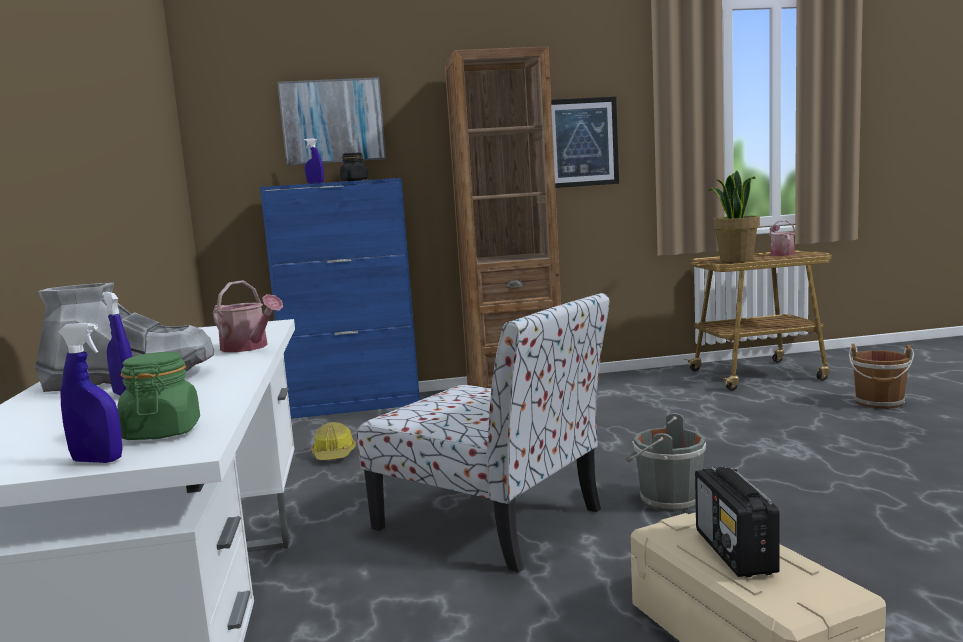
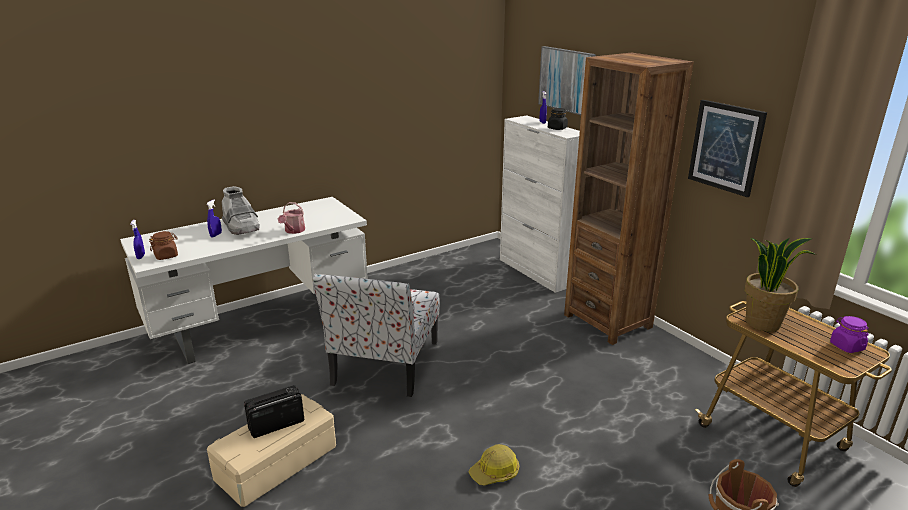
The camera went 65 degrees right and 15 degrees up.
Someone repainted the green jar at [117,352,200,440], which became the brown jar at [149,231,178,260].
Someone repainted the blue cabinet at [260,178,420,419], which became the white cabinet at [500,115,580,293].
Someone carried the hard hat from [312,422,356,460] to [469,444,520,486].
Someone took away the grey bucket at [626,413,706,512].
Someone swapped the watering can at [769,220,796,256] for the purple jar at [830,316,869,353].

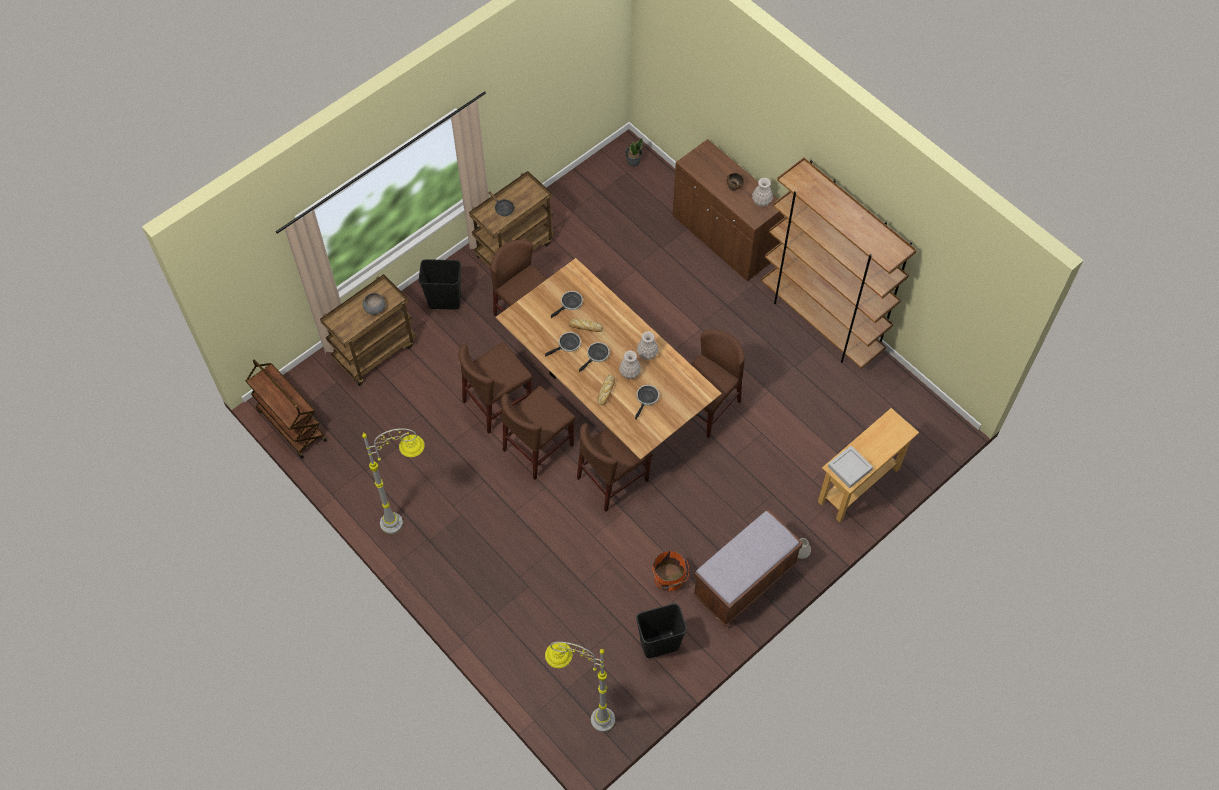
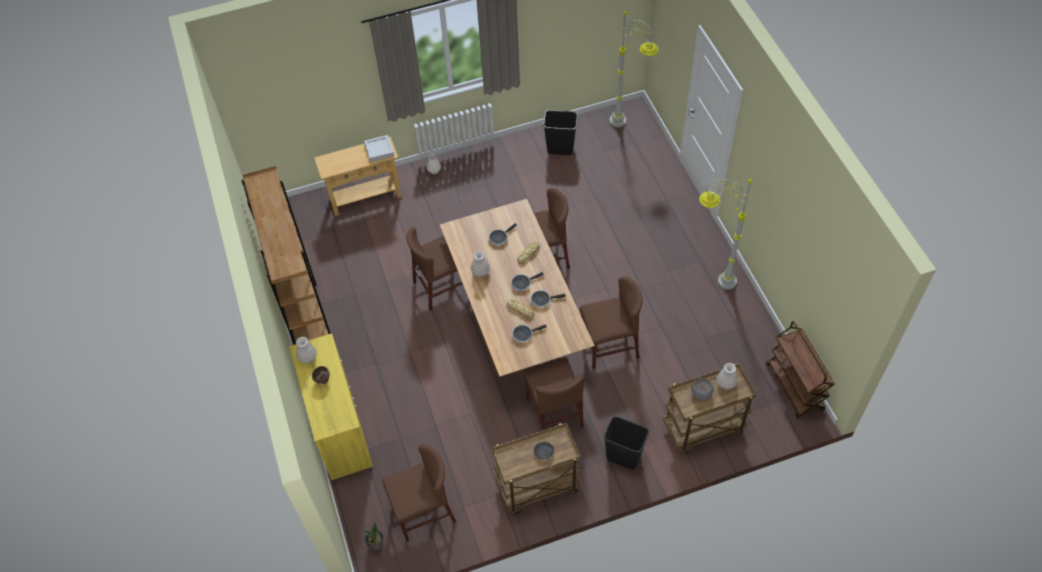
The camera went 155 degrees left and 5 degrees down.
Someone carried the brown chair from [501,386,575,480] to [382,444,456,541].
Someone carried the white vase from [619,350,641,379] to [717,363,737,390].
Someone took away the orange bucket at [652,551,689,592].
Someone repainted the brown cabinet at [672,139,785,281], which became the yellow cabinet at [289,333,373,480].
Someone took away the brown bench at [692,510,803,627].

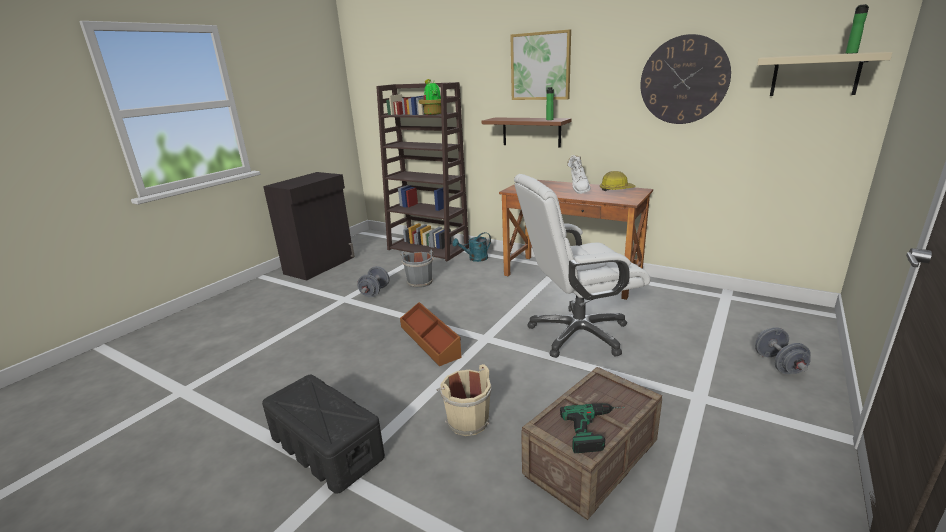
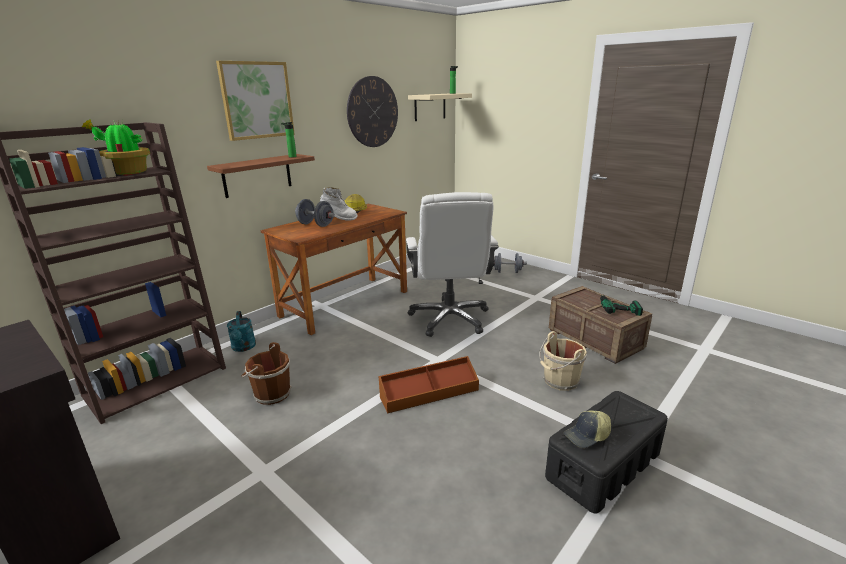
The camera went 80 degrees left and 0 degrees up.
Someone carried the grey dumbbell from [357,266,389,298] to [295,199,335,227].
Someone repainted the grey bucket at [401,249,434,288], which became the brown bucket at [242,342,292,405].
Someone put down the cap at [564,410,611,448].

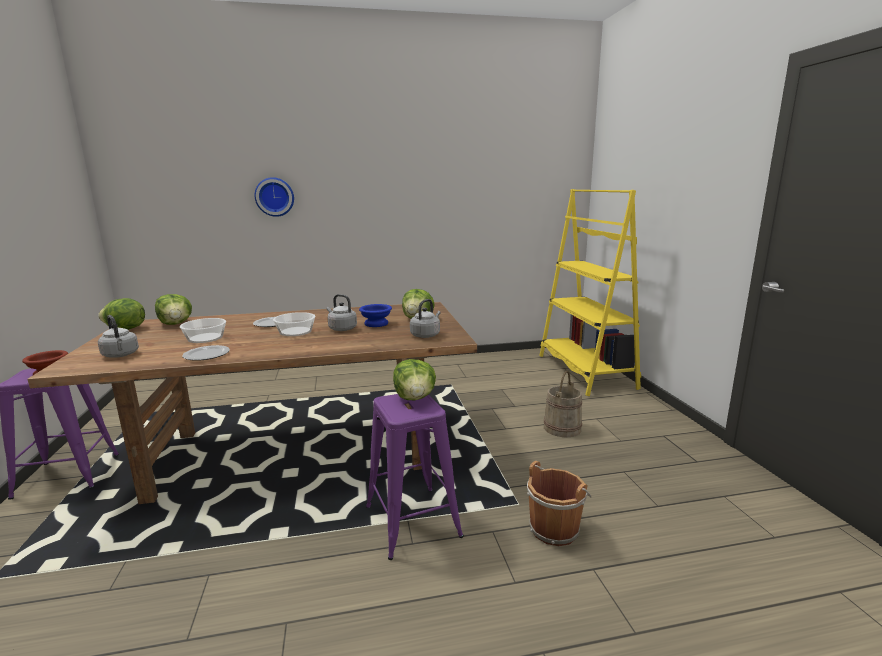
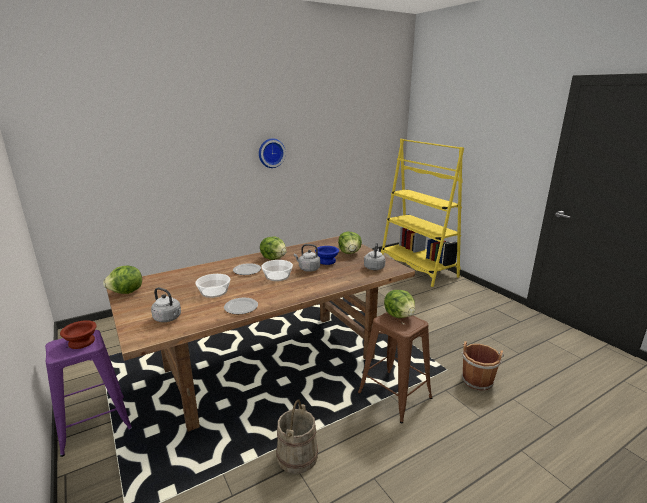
The camera went 20 degrees left and 5 degrees up.
Someone carried the lettuce from [155,294,192,325] to [260,236,286,260].
Someone carried the wall clock from [255,177,294,217] to [259,138,286,168].
Someone repainted the purple stool at [366,394,464,560], which became the brown stool at [358,312,432,423].
Someone carried the beige bucket from [544,371,582,438] to [277,399,318,474].

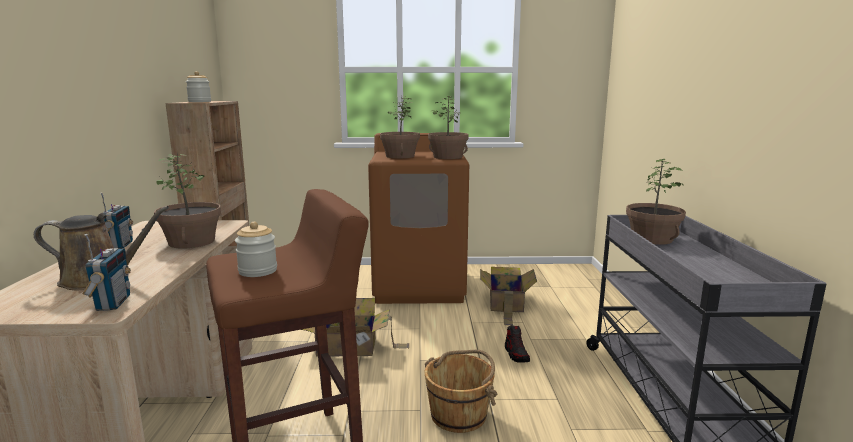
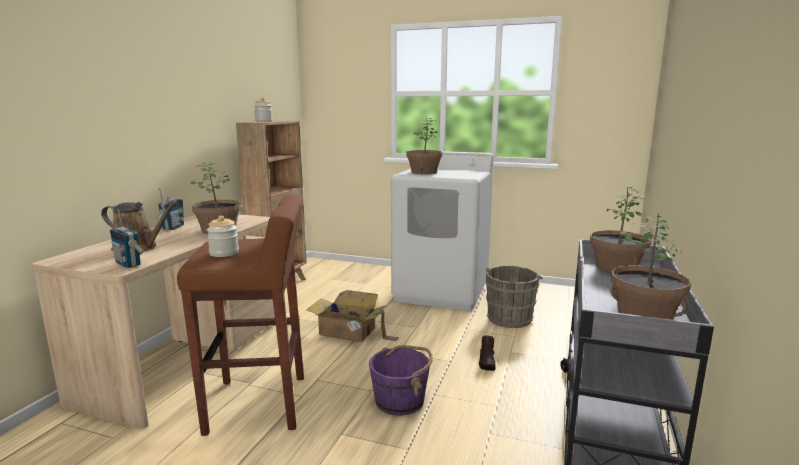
The camera went 20 degrees right and 0 degrees up.
Someone rotated the radio at [83,234,131,311] by 120 degrees clockwise.
Someone repainted the brown washing machine at [368,133,469,304], which became the white washing machine at [391,151,494,311].
Someone repainted the brown bucket at [425,350,498,433], which became the purple bucket at [369,345,433,416].
Someone carried the potted plant from [428,95,469,159] to [610,214,691,320].
Someone swapped the cardboard box at [480,267,537,325] for the grey bucket at [485,266,543,328].

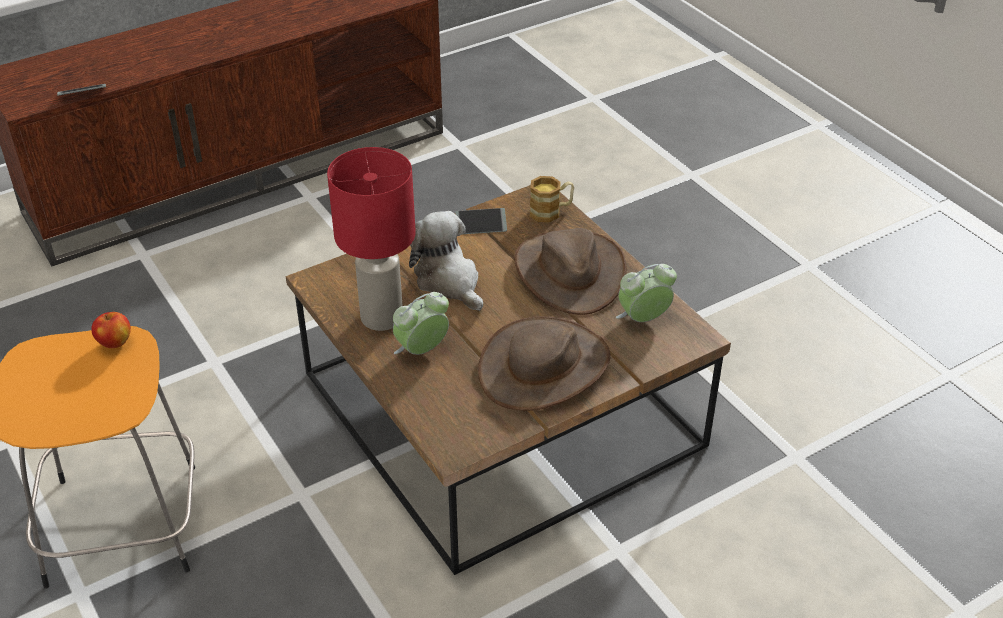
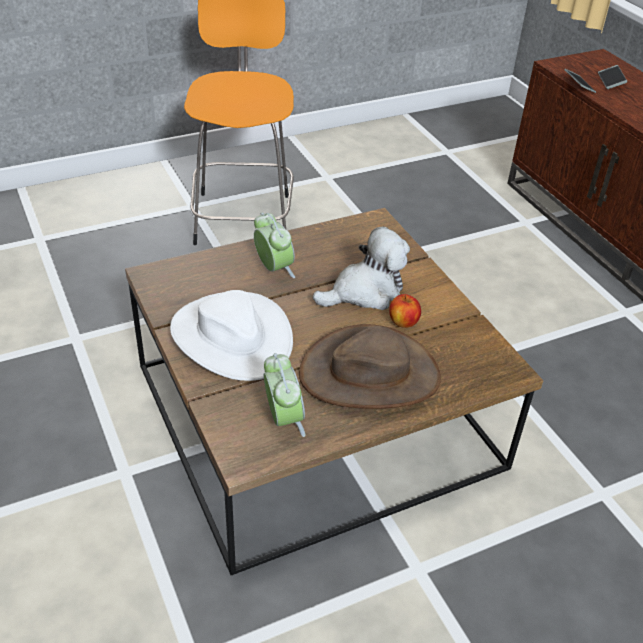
The camera went 95 degrees right and 0 degrees up.
Someone carried the apple from [91,312,131,348] to [389,294,421,328].
Someone took away the red table lamp at [327,147,416,331].
Someone carried the phone from [455,208,507,234] to [598,65,627,89].
Someone repainted the brown hat at [478,316,611,411], which became the white hat at [170,290,293,381].
Someone took away the mug at [530,176,574,223].

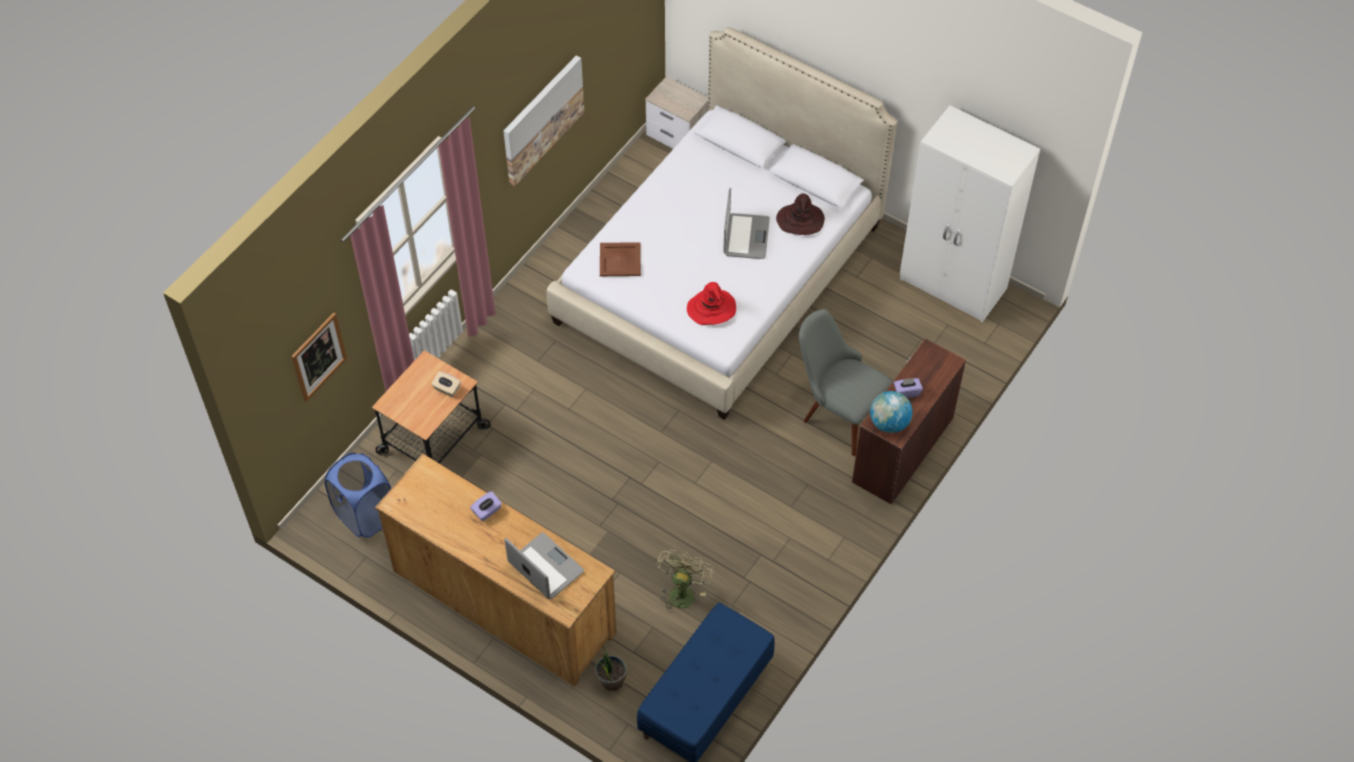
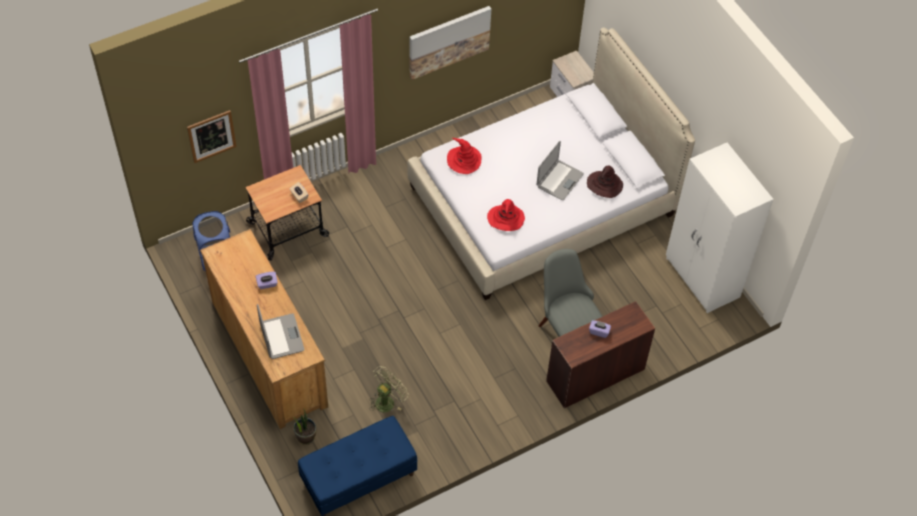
The camera went 25 degrees right and 0 degrees up.
Someone swapped the brown tray at [600,242,641,276] for the red hat at [447,138,482,174].
Someone took away the globe at [870,391,913,433].

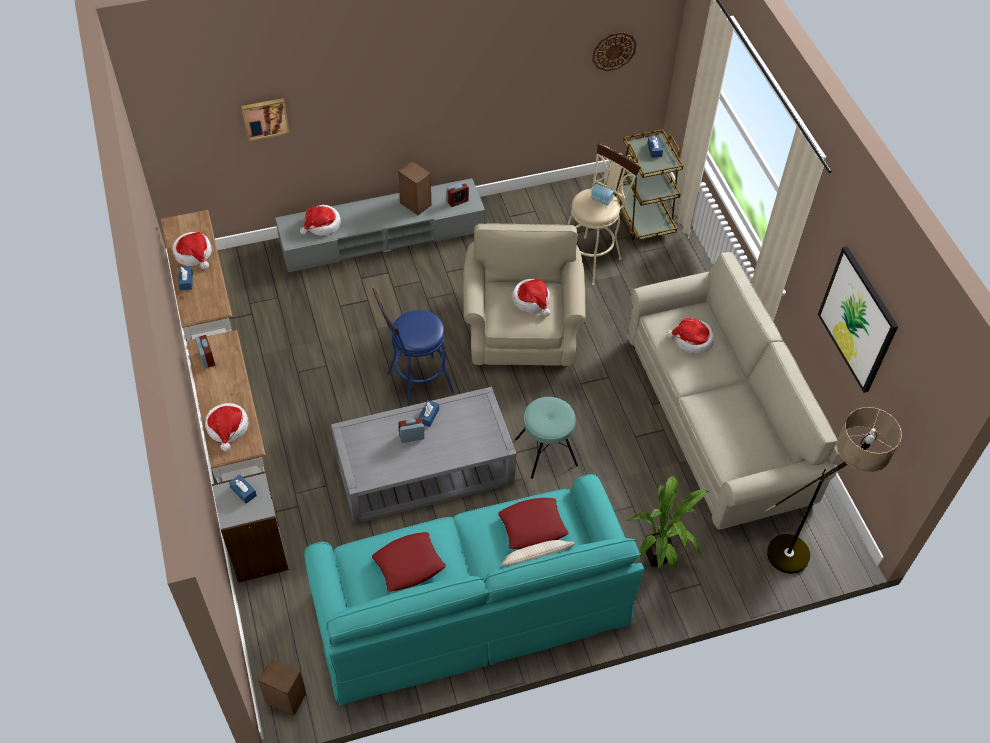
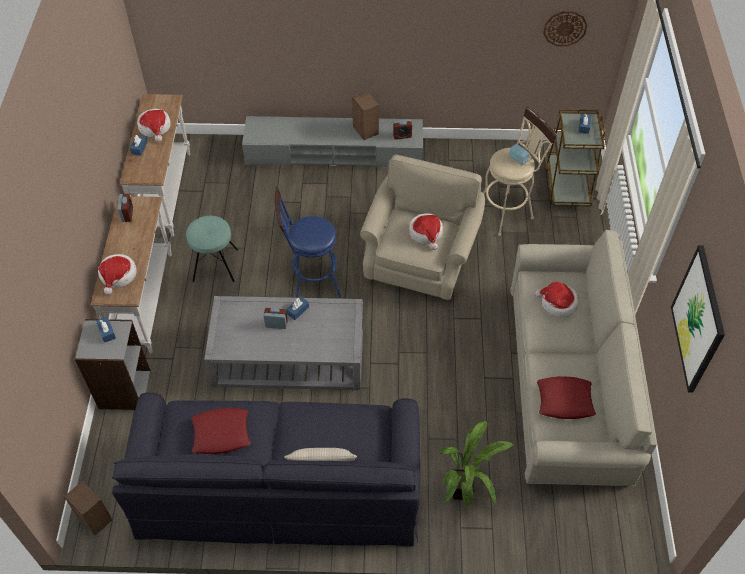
The camera went 20 degrees right and 0 degrees up.
Someone took away the picture at [241,98,290,141].
Someone took away the hat at [300,205,341,236].
Someone repainted the turquoise sofa at [304,474,645,706], which became the black sofa at [112,392,420,547].
Someone carried the red pillow from [498,498,569,549] to [537,376,596,419].
Someone carried the turquoise stool from [515,397,578,479] to [186,216,238,282].
Someone took away the floor lamp at [765,407,902,574].

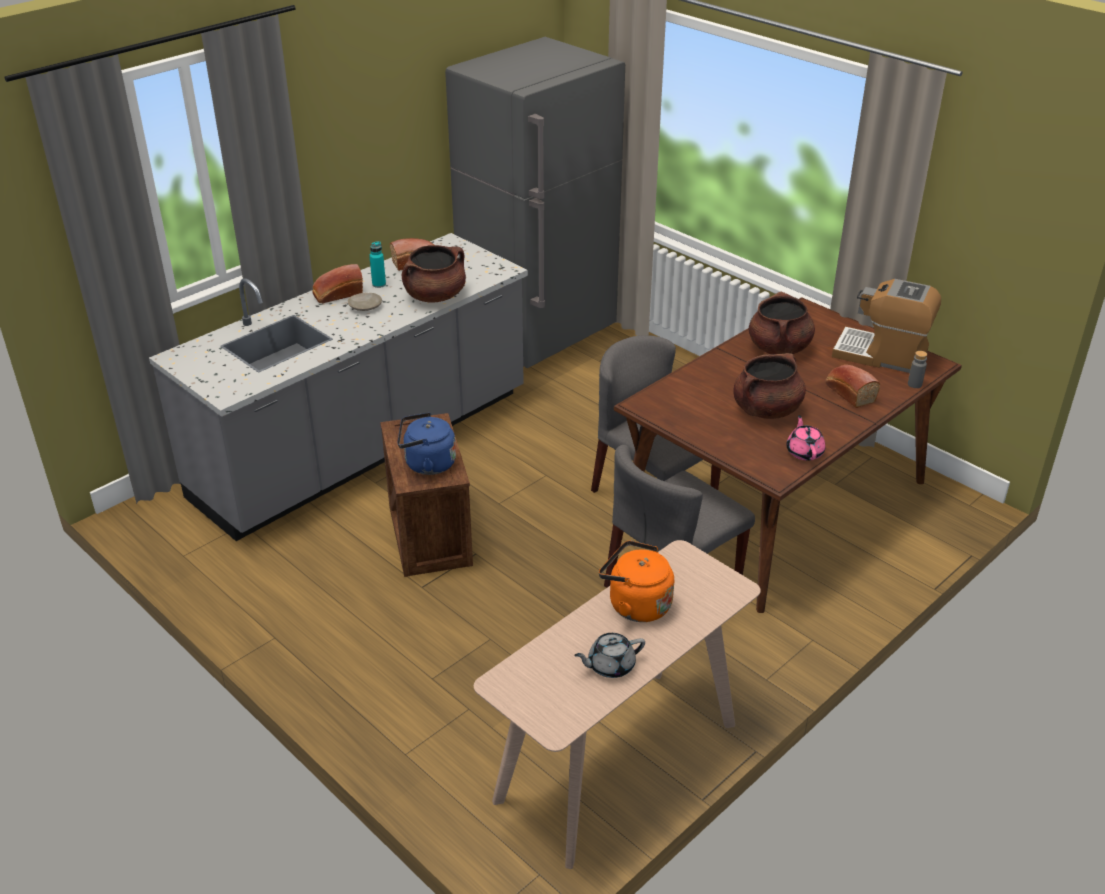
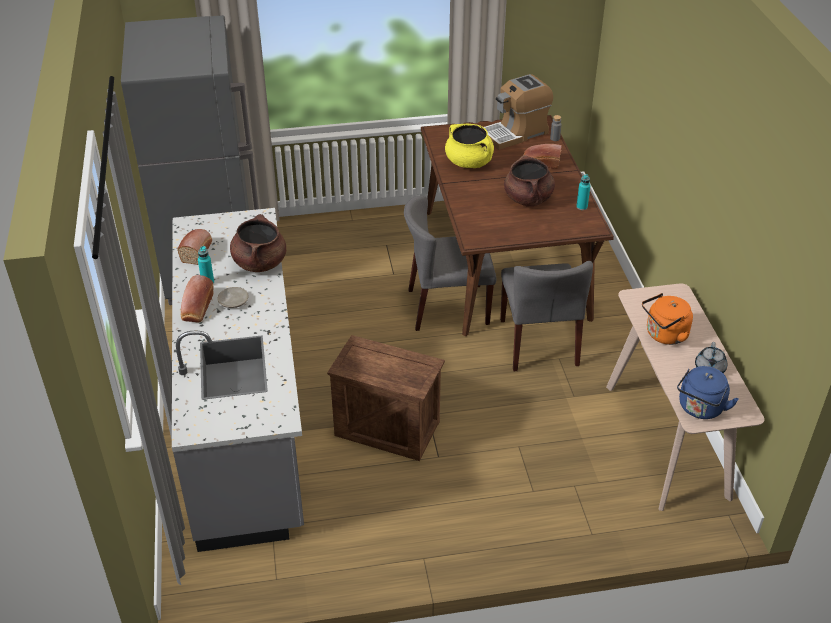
The camera went 55 degrees left and 5 degrees up.
Someone carried the blue kettle from [398,412,456,475] to [677,366,739,419].
Someone repainted the brown cooking pot at [749,292,815,355], which became the yellow cooking pot at [445,124,494,168].
Someone swapped the pink teapot at [786,415,826,461] for the turquoise bottle at [576,174,591,210].

